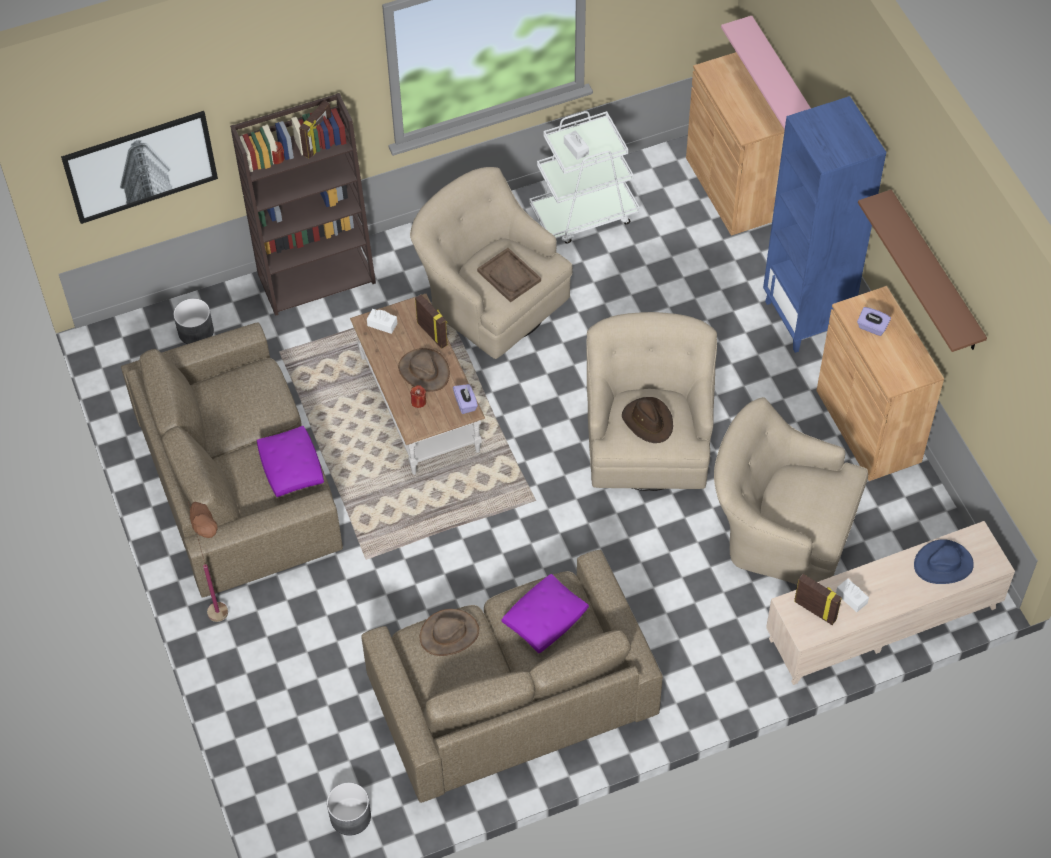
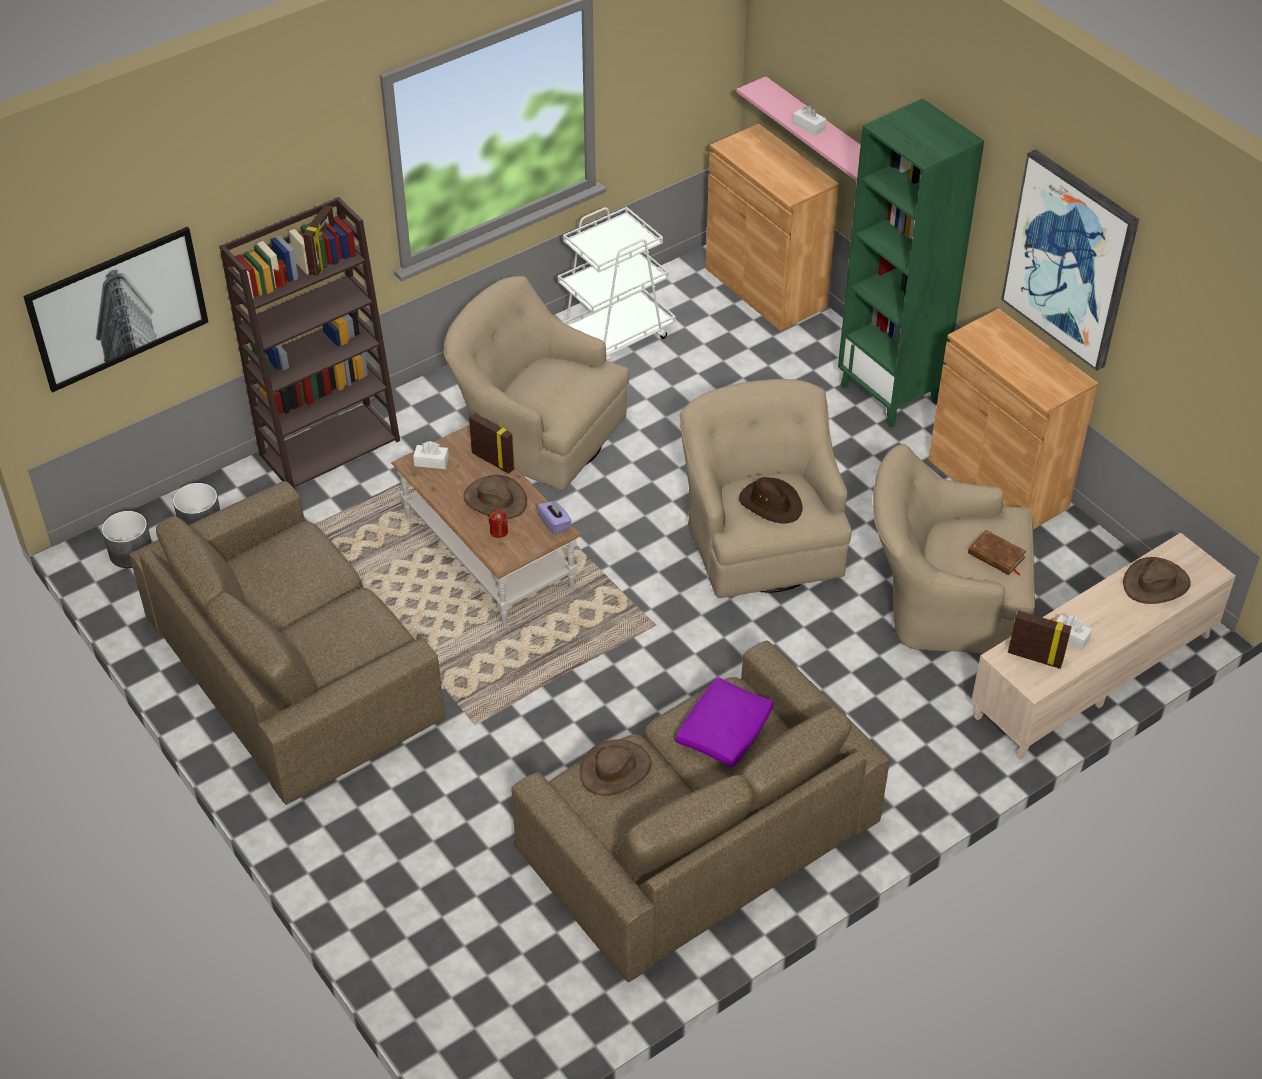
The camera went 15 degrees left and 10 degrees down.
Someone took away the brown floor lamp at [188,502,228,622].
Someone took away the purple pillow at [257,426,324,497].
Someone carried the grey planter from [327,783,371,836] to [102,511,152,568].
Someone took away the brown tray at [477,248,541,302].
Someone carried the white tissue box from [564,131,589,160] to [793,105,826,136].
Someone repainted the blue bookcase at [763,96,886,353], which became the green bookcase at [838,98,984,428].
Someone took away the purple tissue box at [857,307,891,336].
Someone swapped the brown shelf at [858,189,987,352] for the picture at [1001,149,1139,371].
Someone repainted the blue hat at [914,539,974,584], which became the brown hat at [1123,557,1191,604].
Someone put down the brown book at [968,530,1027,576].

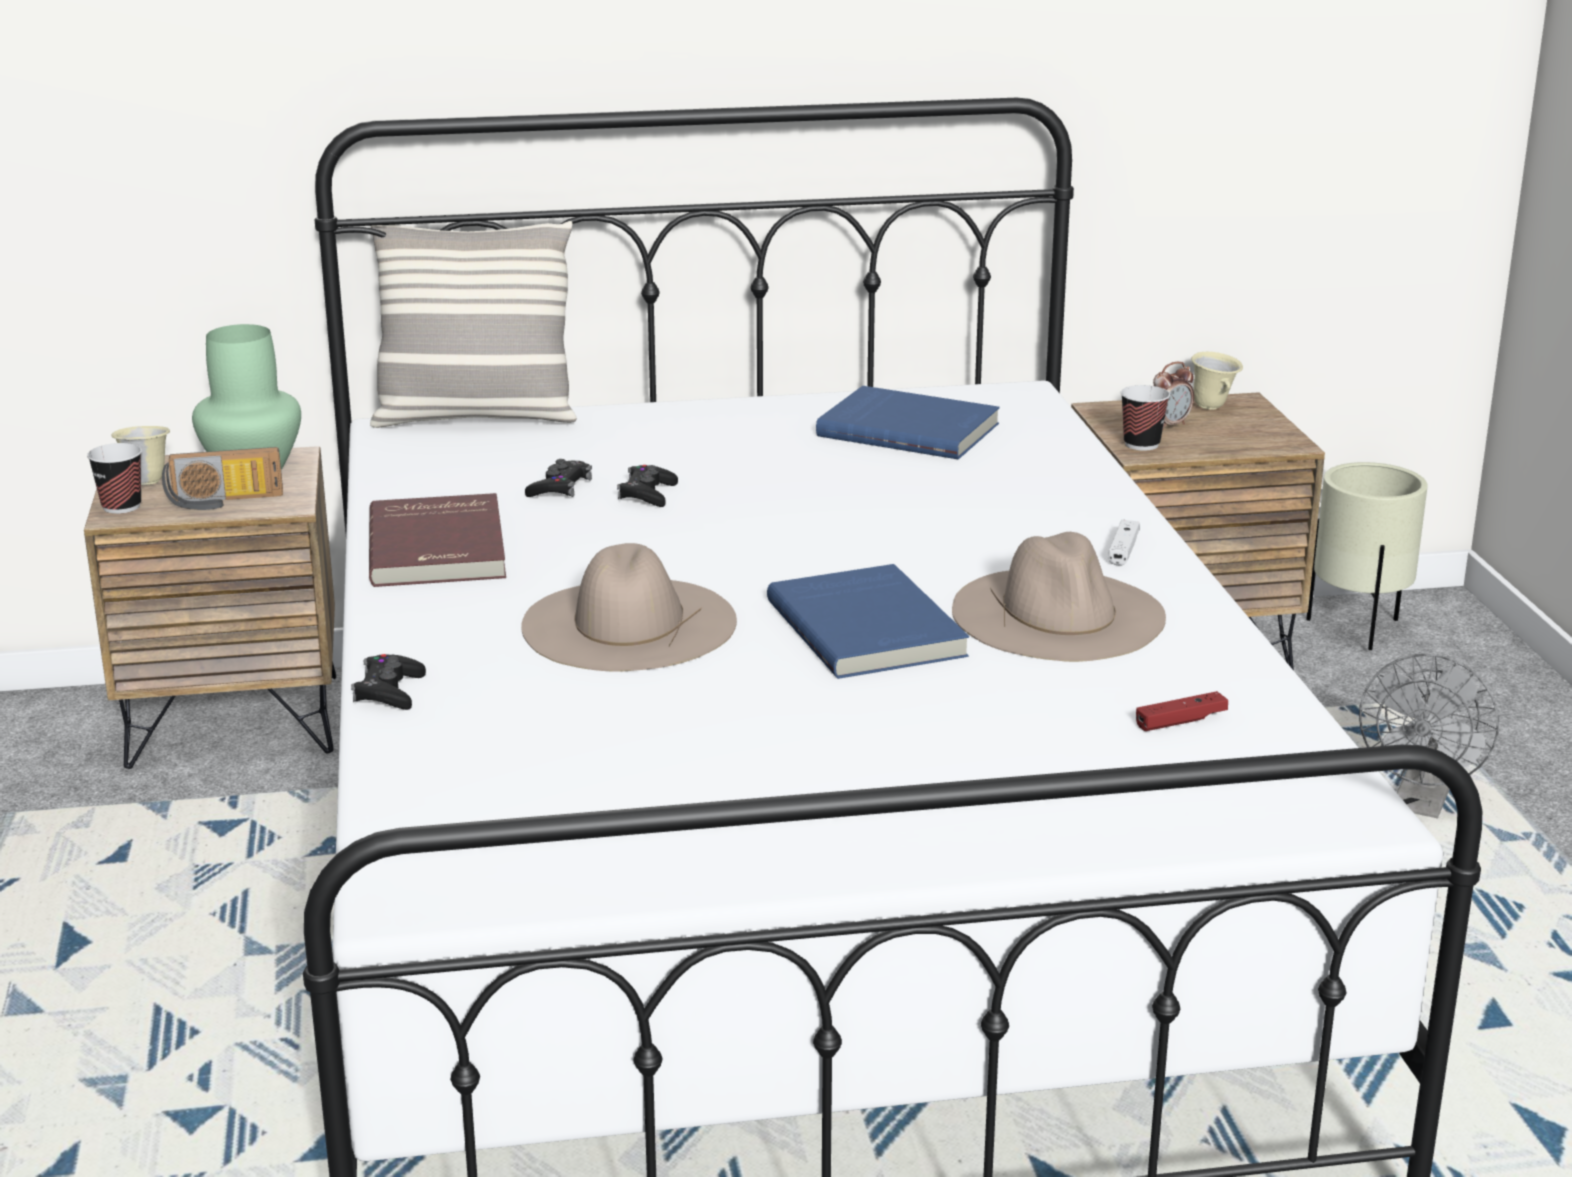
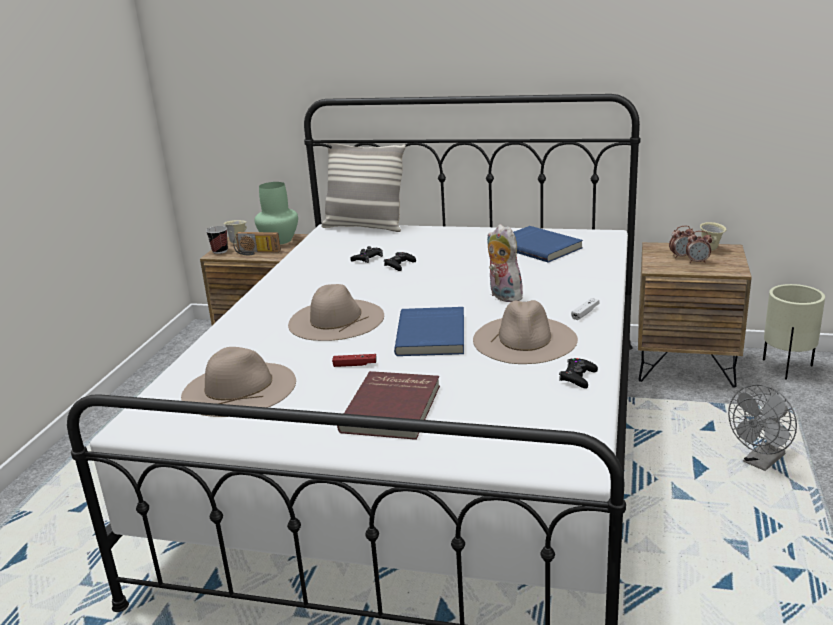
The camera went 25 degrees right and 0 degrees up.
Someone carried the black game controller from [351,654,426,710] to [559,358,598,389].
Someone carried the red book from [369,493,506,587] to [337,371,440,440].
Someone took away the cup at [1121,385,1170,450].
Someone carried the red game controller from [1136,691,1228,731] to [332,354,377,367].
Someone put down the beige hat at [181,347,296,417].
Someone put down the plush toy at [487,224,523,302].
Someone put down the alarm clock at [686,231,712,263].

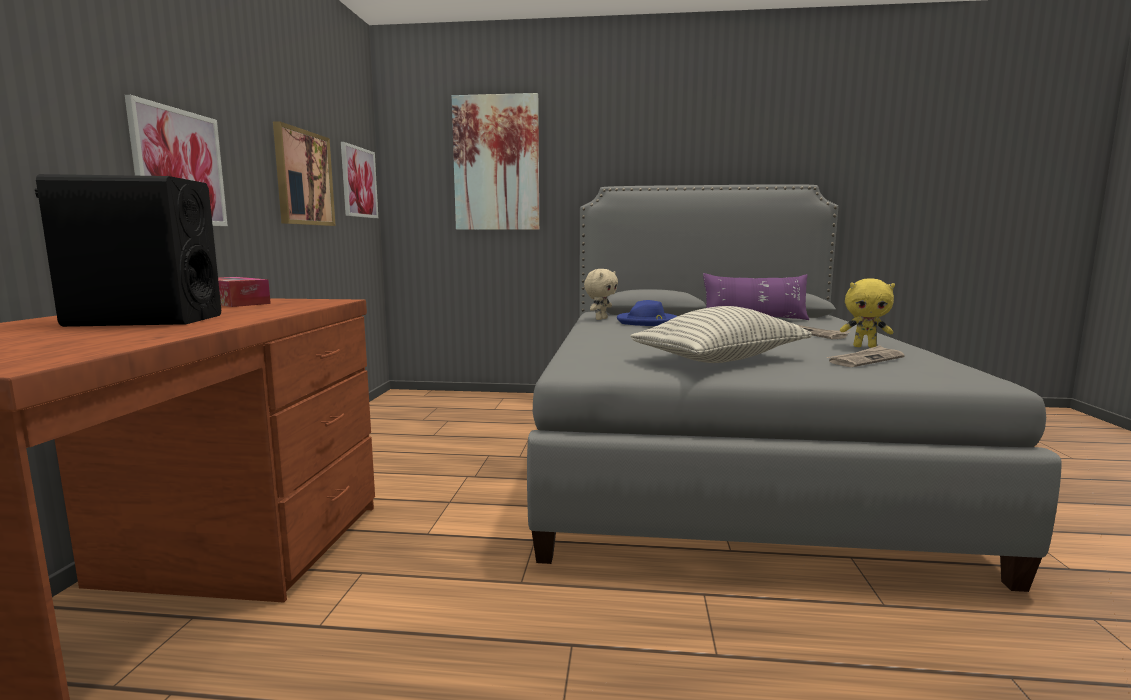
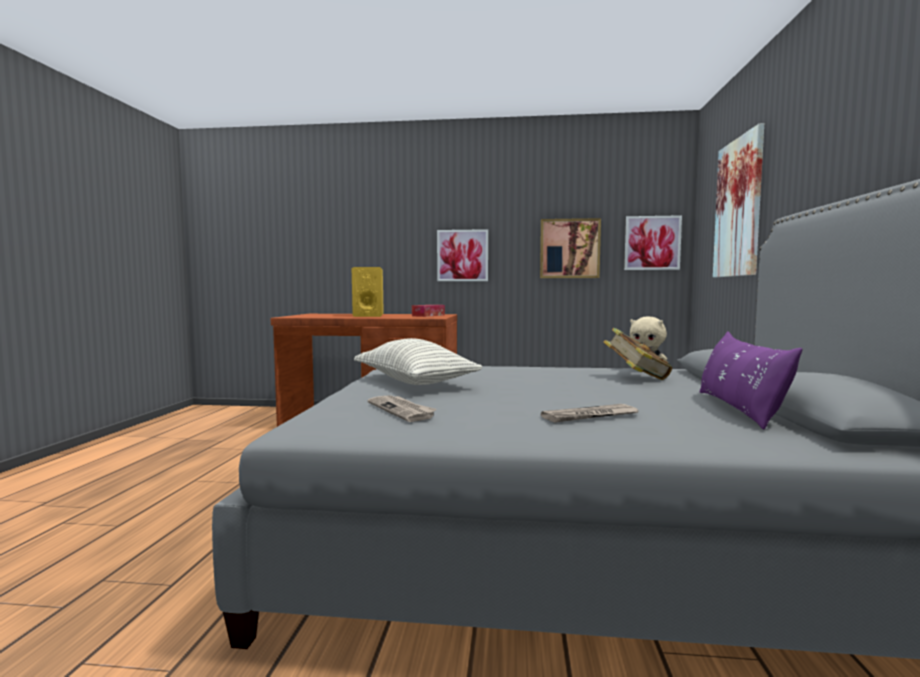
The camera went 90 degrees right and 5 degrees down.
Someone repainted the black speaker at [35,174,221,327], which became the yellow speaker at [352,267,384,317].
Someone swapped the blue hat at [617,300,677,326] for the book at [604,328,672,380].
Someone took away the yellow plush toy at [840,279,895,348].

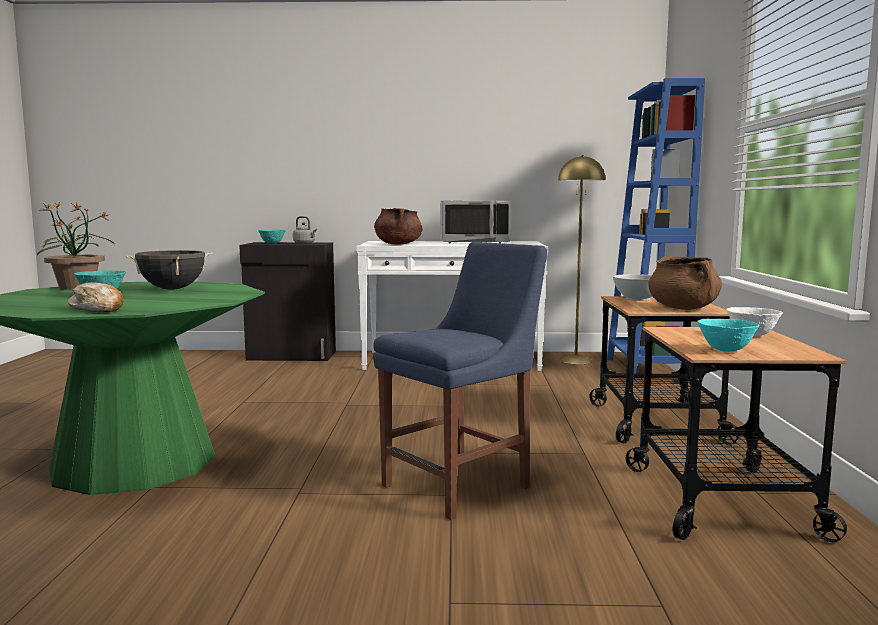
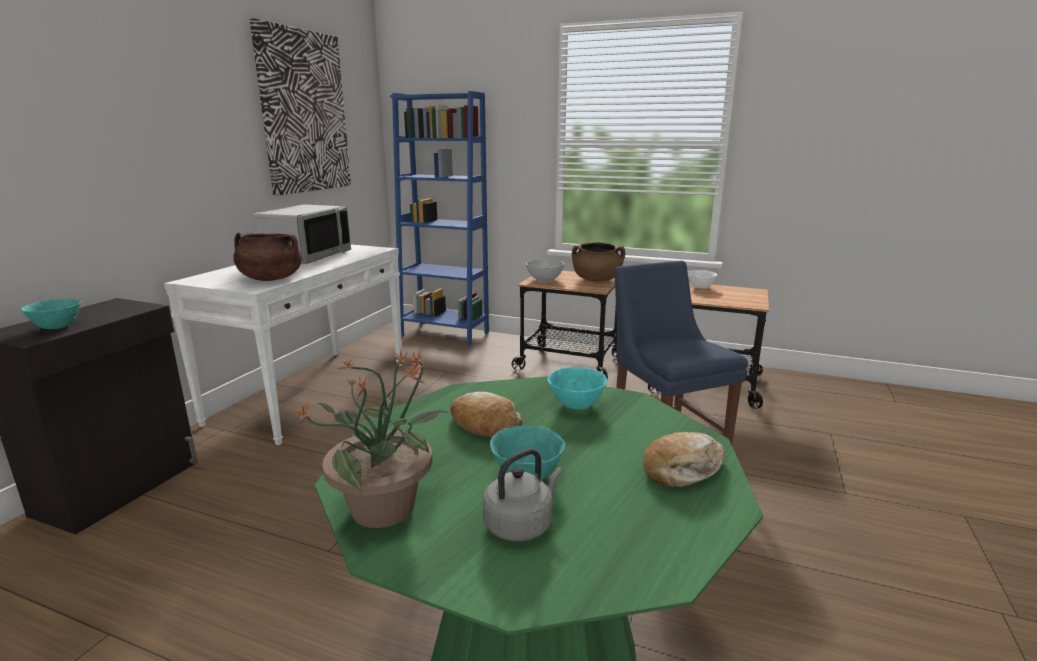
The camera went 70 degrees left and 10 degrees up.
Someone swapped the black cooking pot at [126,250,212,290] for the bread at [450,392,522,437].
Someone carried the grey kettle from [293,216,317,244] to [483,449,563,541].
Someone took away the yellow floor lamp at [558,155,605,364].
Someone carried the turquoise bowl from [697,319,760,352] to [548,367,607,409].
Someone put up the picture at [250,18,351,195].

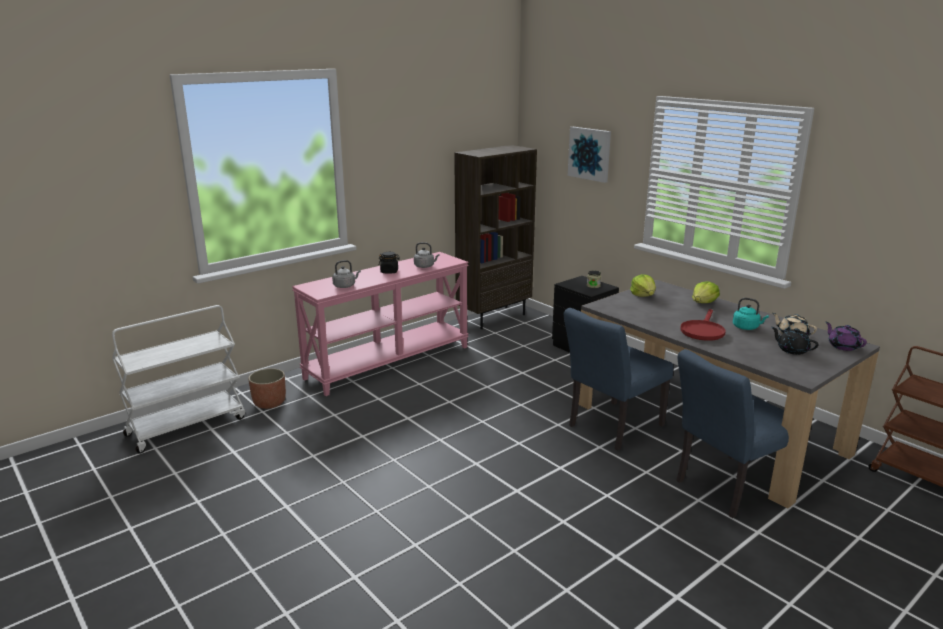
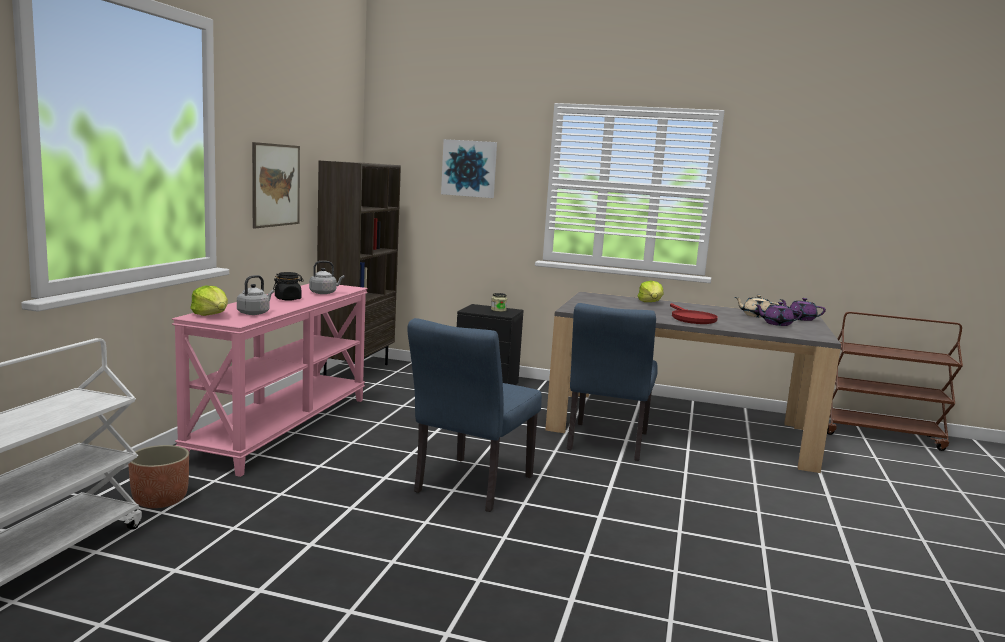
The camera went 35 degrees left and 10 degrees down.
Someone carried the lettuce from [630,274,656,297] to [190,285,228,316].
Someone carried the blue chair from [677,349,789,518] to [407,318,542,512].
Someone took away the turquoise kettle at [733,298,769,330].
Someone repainted the black teapot at [772,327,819,355], which became the purple teapot at [754,302,802,326].
Someone put up the picture at [252,142,300,228].

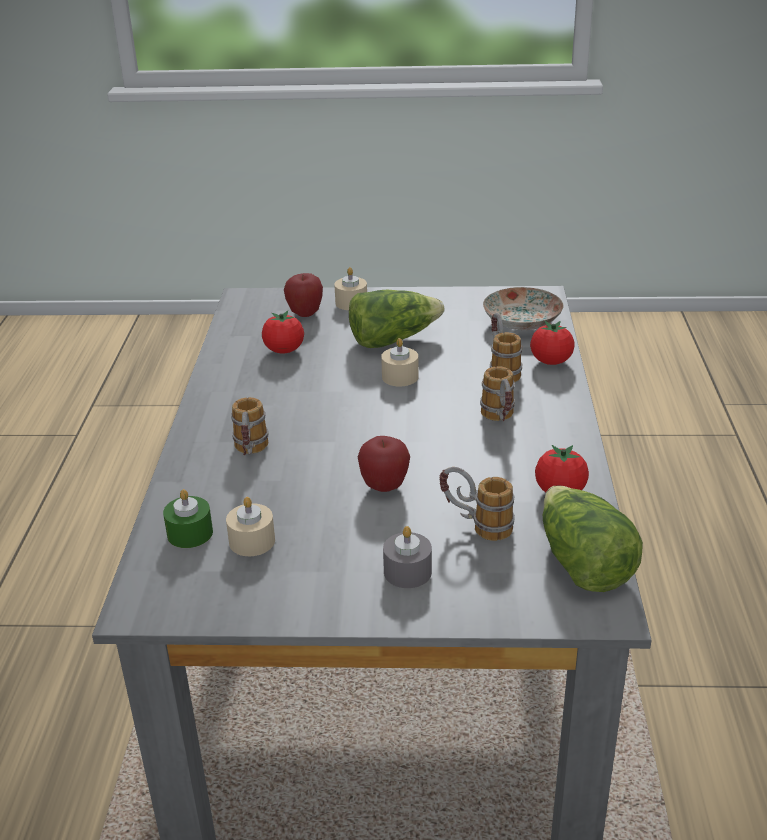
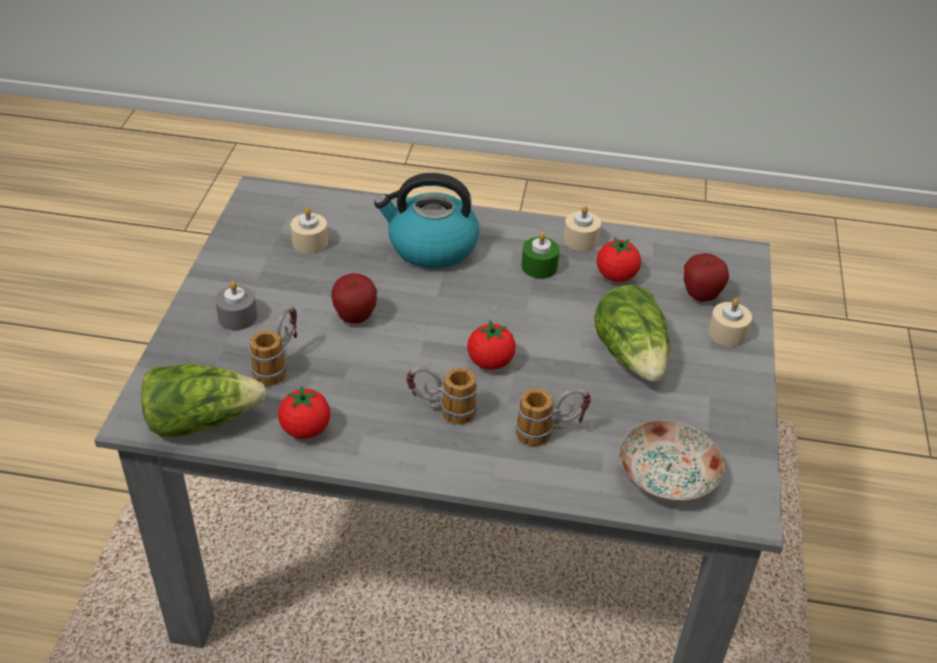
The camera went 95 degrees right and 10 degrees up.
Someone carried the green candle from [163,489,213,548] to [521,232,559,279].
Someone swapped the mug at [231,397,268,455] for the kettle at [374,173,479,269].
Someone carried the beige candle from [381,338,419,387] to [563,206,601,251].
Someone carried the tomato from [530,321,575,365] to [467,320,516,370].

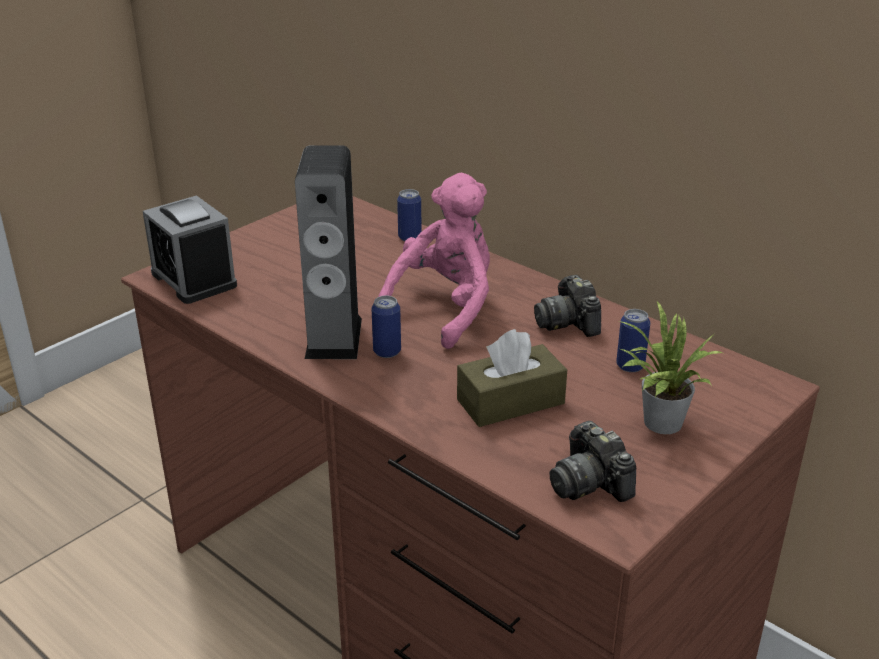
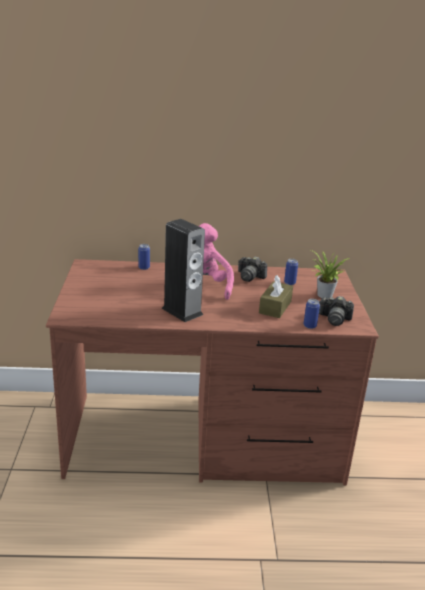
The camera went 45 degrees left and 5 degrees down.
Someone took away the alarm clock at [143,195,237,304].
Someone carried the can from [371,296,401,358] to [304,299,320,329].

